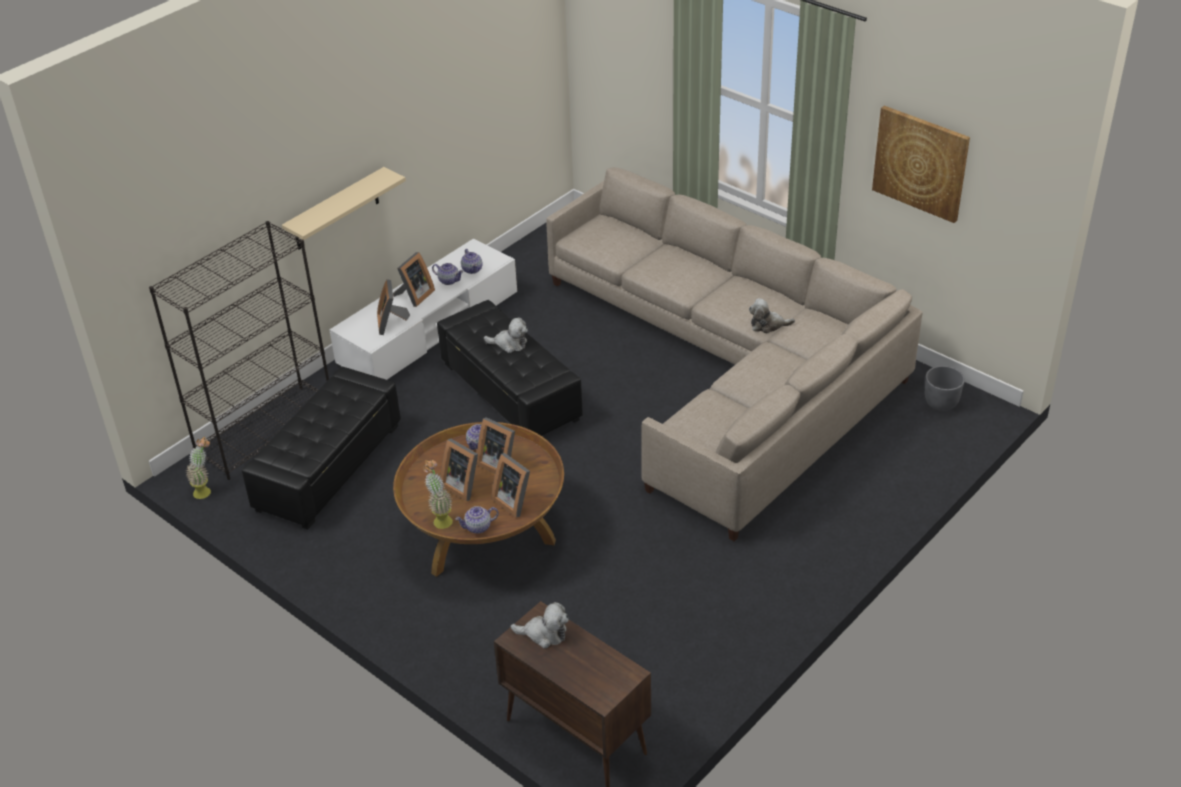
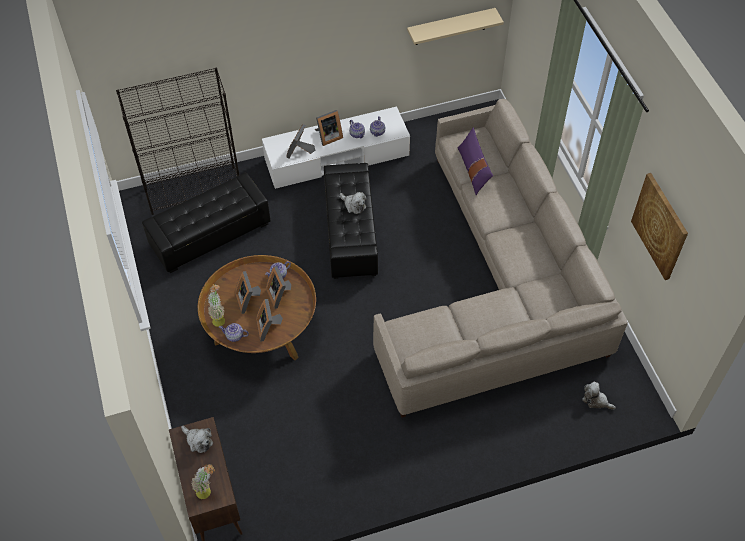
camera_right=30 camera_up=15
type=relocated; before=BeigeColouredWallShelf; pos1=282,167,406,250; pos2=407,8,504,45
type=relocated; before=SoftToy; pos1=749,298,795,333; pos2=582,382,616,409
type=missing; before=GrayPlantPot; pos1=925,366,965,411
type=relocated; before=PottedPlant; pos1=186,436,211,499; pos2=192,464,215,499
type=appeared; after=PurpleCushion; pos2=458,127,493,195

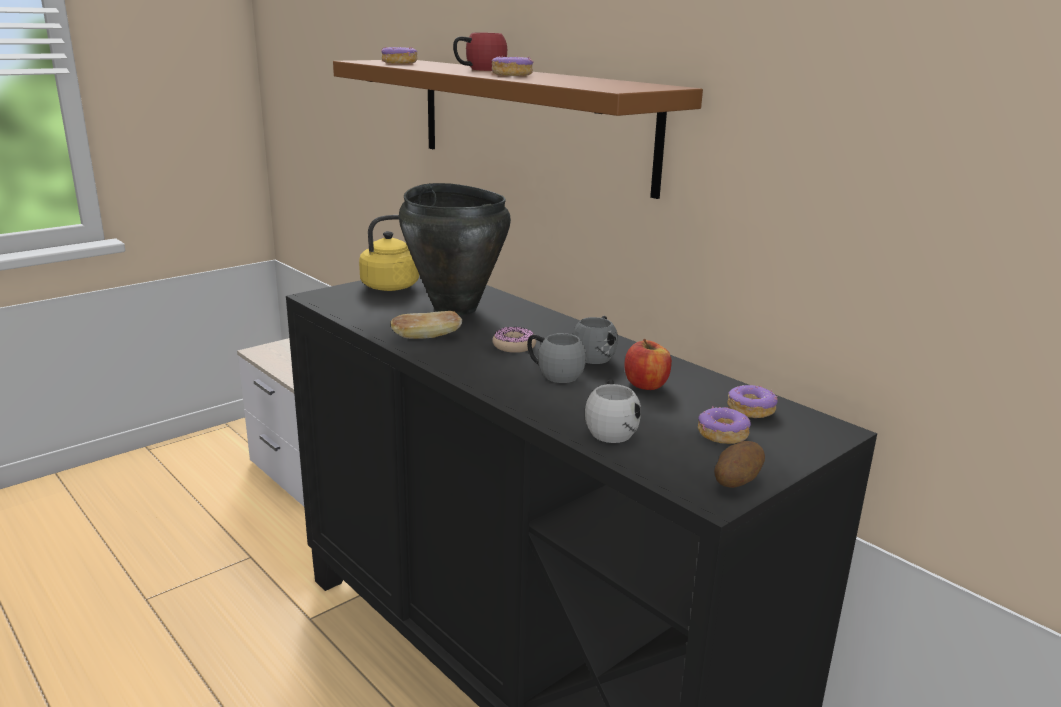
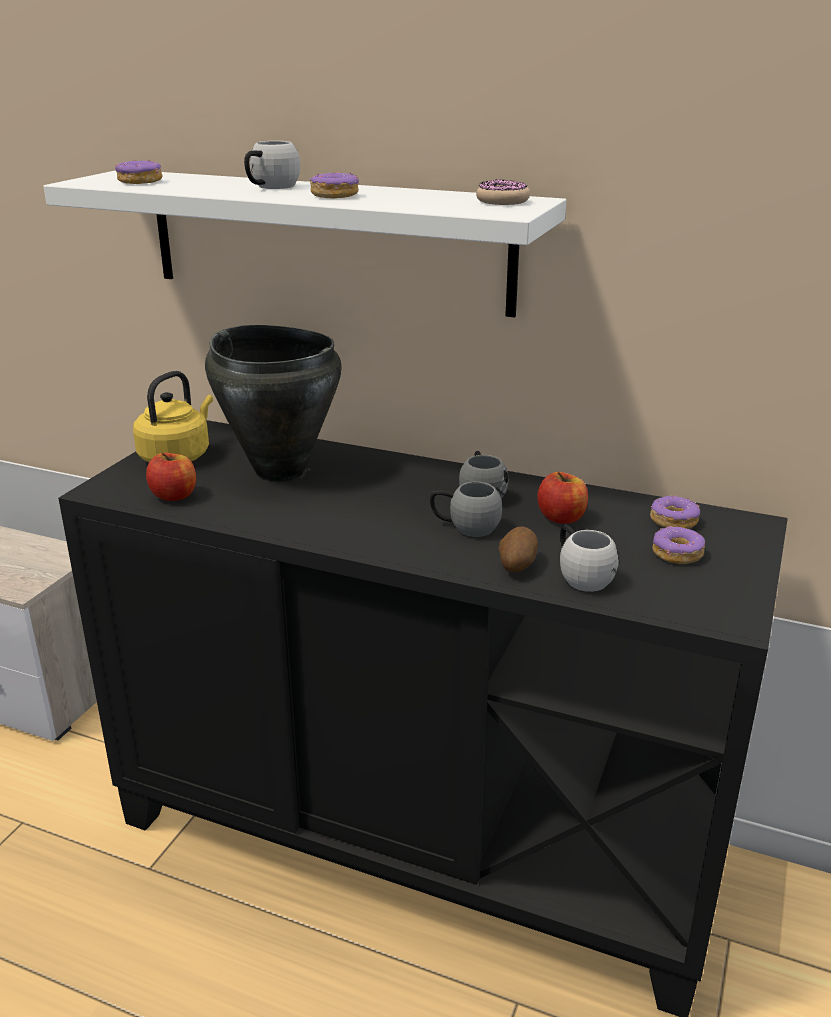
camera_right=-25 camera_up=5
type=colour; before=RedCoffeeMug; after=WhiteColouredCoffeeMug; pos1=453,32,507,71; pos2=244,141,300,189
type=colour; before=BrownColouredWallShelf; after=WhiteColouredWallShelf; pos1=333,60,703,199; pos2=44,170,566,318
type=missing; before=BakedBread; pos1=391,311,462,339
type=relocated; before=RingDoughnut; pos1=492,327,536,353; pos2=476,179,530,205
type=relocated; before=WholePotato; pos1=714,441,765,488; pos2=499,526,538,572
type=appeared; after=AppleFruit; pos2=146,452,196,501

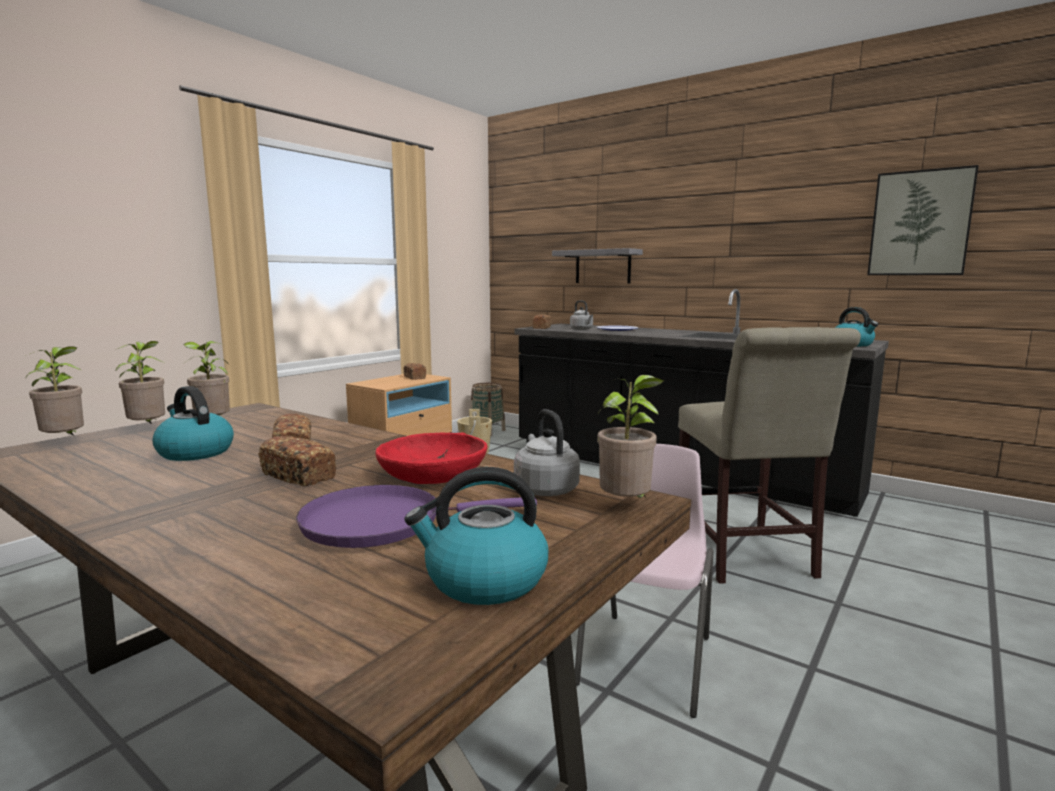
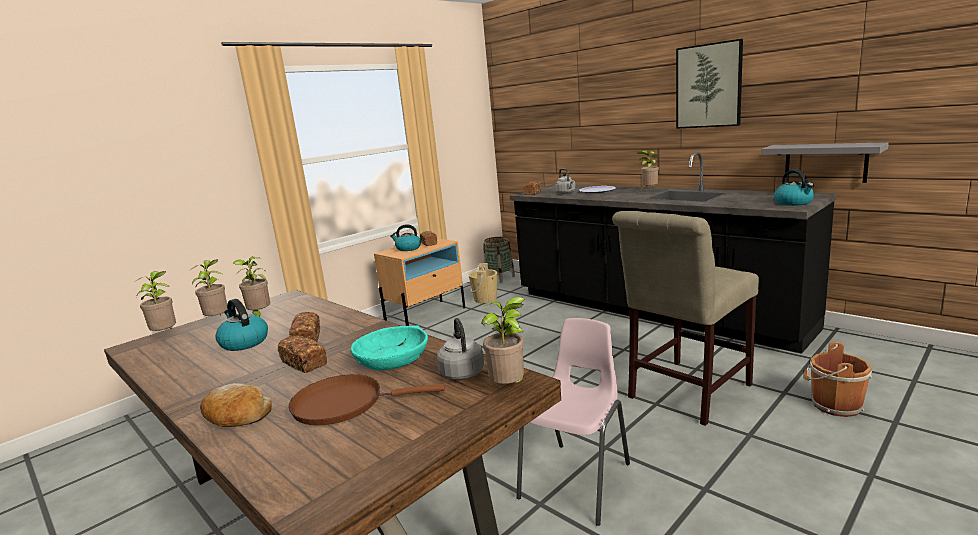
camera_right=10 camera_up=5
type=relocated; before=WallPicture; pos1=867,165,979,275; pos2=676,39,743,129
type=relocated; before=GrayWallShelf; pos1=552,248,643,283; pos2=761,142,889,183
type=spun; before=BeigeColouredPlainChair; pos1=678,327,861,584; pos2=612,211,759,426; turn=45
type=colour; before=RedDeepDish; after=TurquoiseDeepDish; pos1=376,432,488,484; pos2=351,325,428,370
type=relocated; before=WaterKettle; pos1=404,467,548,605; pos2=390,224,421,251
type=colour; before=PurpleSkillet; after=BrownColouredSkillet; pos1=296,485,537,548; pos2=288,374,445,426
type=appeared; after=PottedPlant; pos2=637,150,659,191
type=appeared; after=BrownColouredPail; pos2=804,342,872,417
type=appeared; after=BakedBread; pos2=200,383,272,427

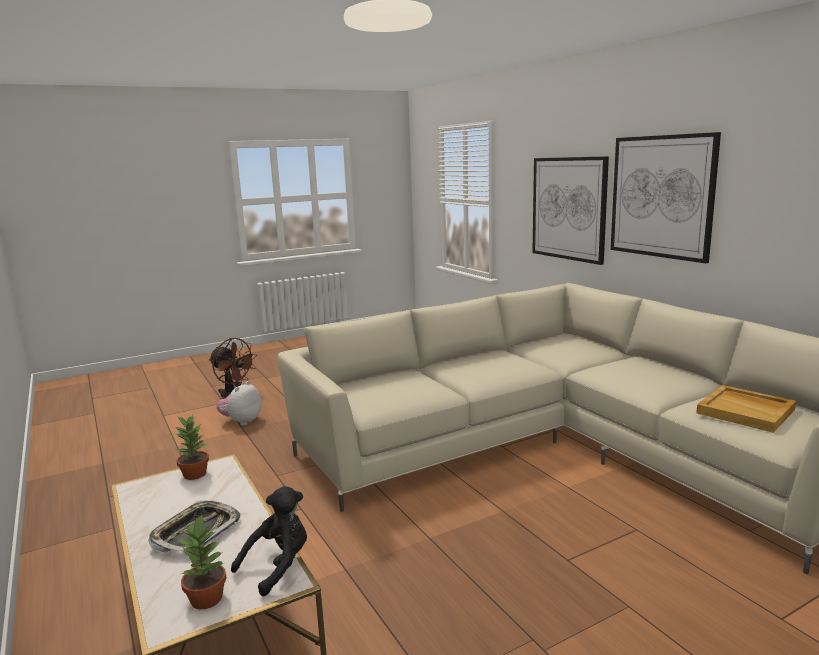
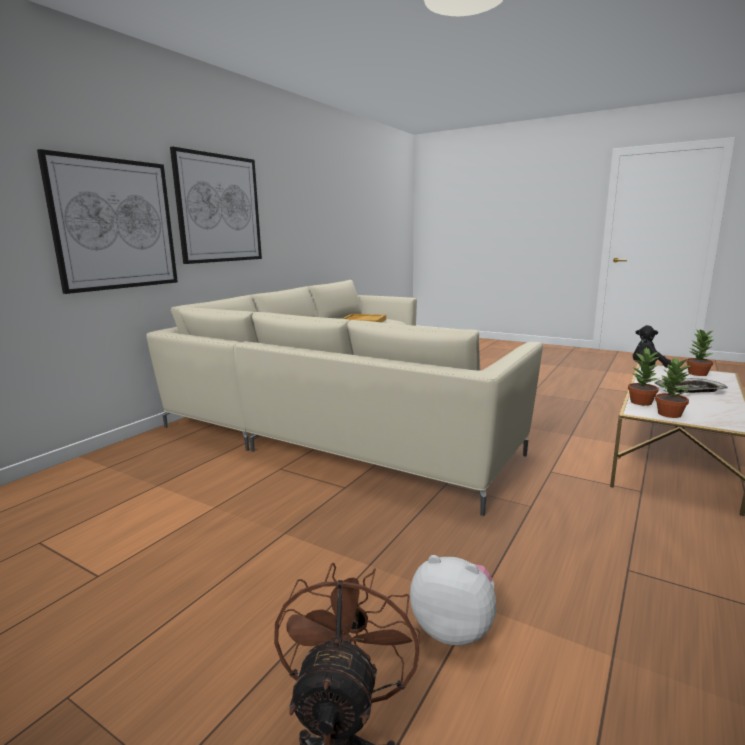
camera_right=-120 camera_up=0
type=spun; before=SoftToy; pos1=216,381,262,426; pos2=410,555,497,646; turn=-150
type=appeared; after=PottedPlant; pos2=628,346,660,406

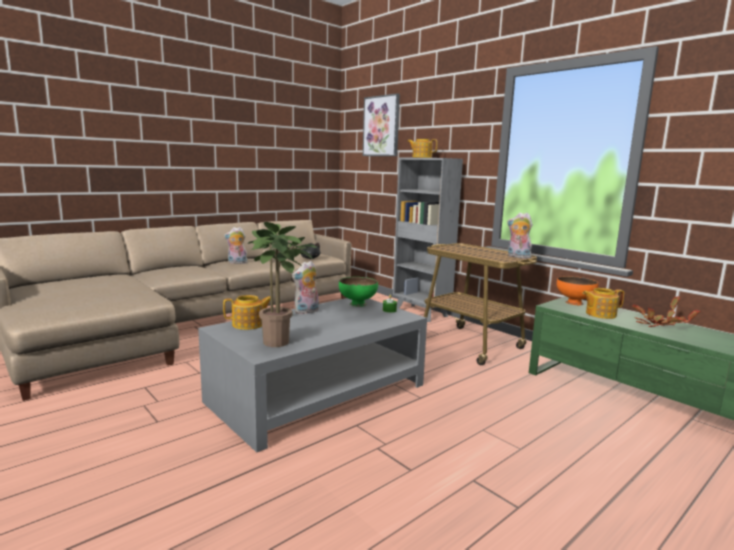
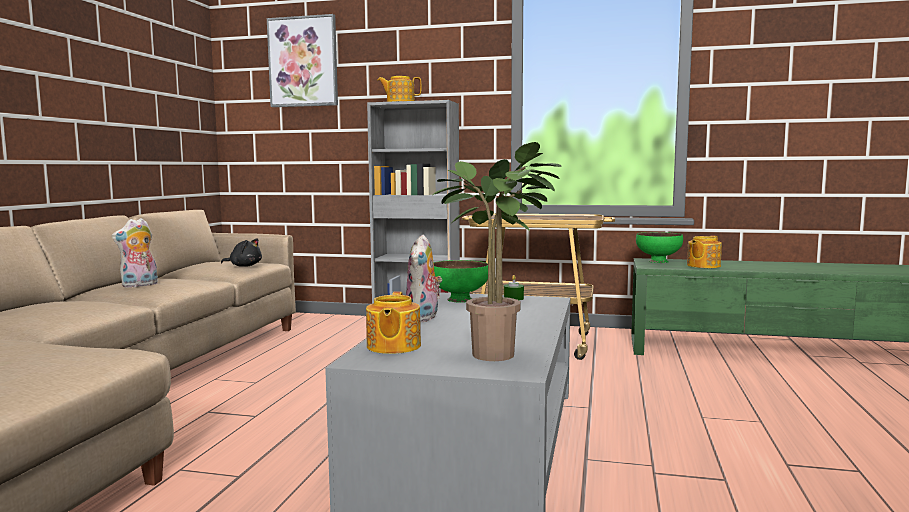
camera_right=-35 camera_up=-5
type=missing; before=SoftToy; pos1=507,212,533,259
type=colour; before=OrangeyDeepDish; after=GreenColouredDeepDish; pos1=556,276,598,305; pos2=636,232,683,263
type=spun; before=Teapot; pos1=223,295,270,330; pos2=366,292,421,354; turn=150
type=missing; before=PottedPlant; pos1=632,297,700,327

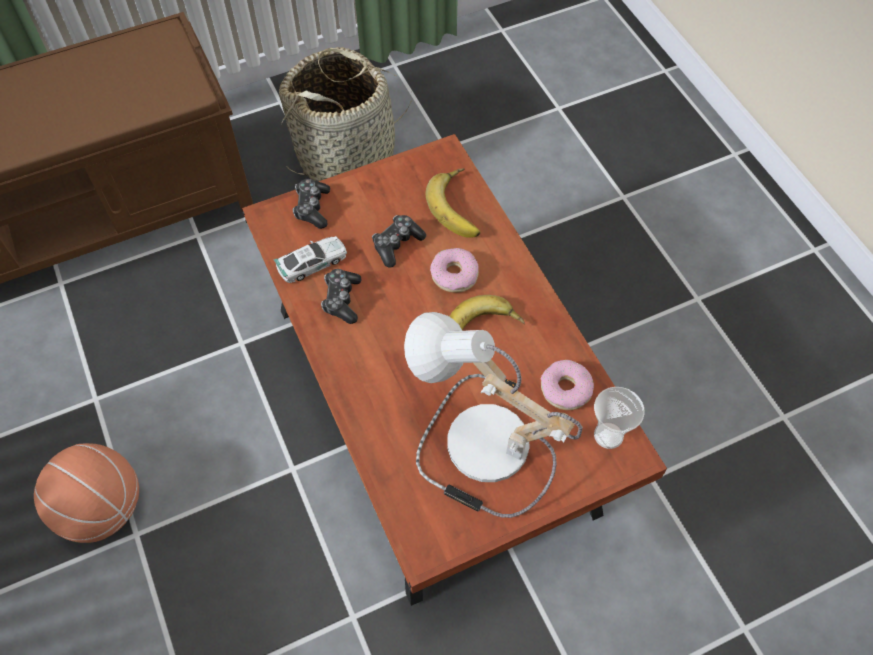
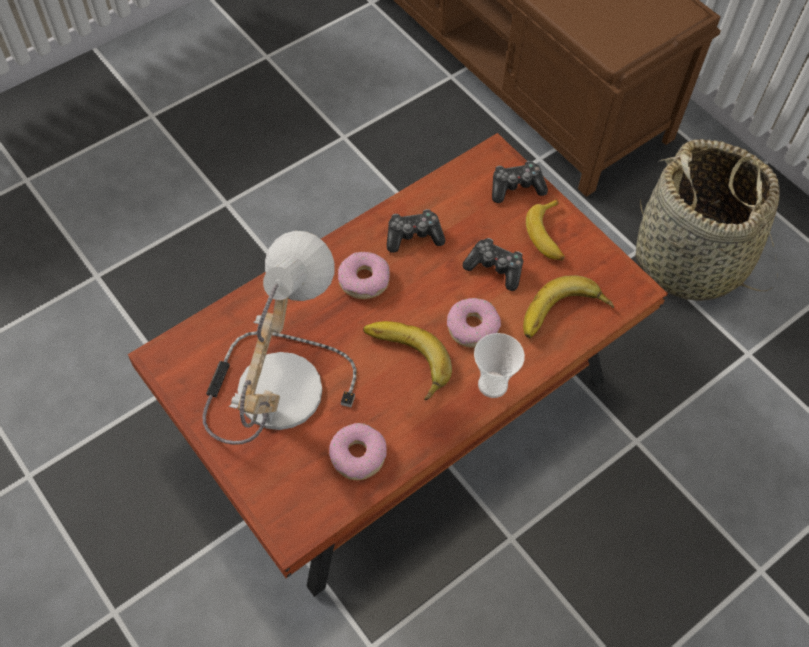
camera_right=75 camera_up=0
type=missing; before=ModelCar; pos1=273,236,347,283
type=relocated; before=SmallCup; pos1=594,387,645,449; pos2=474,333,525,398
type=missing; before=BasketballBall; pos1=34,443,139,543
type=appeared; after=BananaFruit; pos2=526,199,565,261
type=appeared; after=RingDoughnut; pos2=338,252,390,299

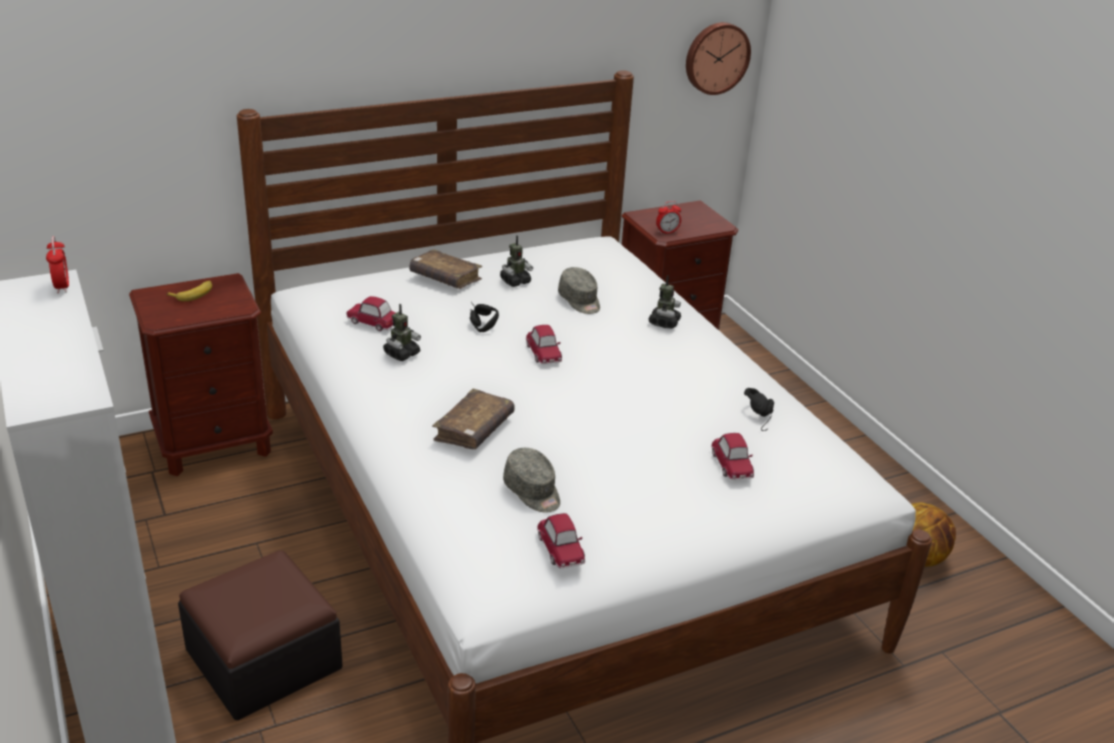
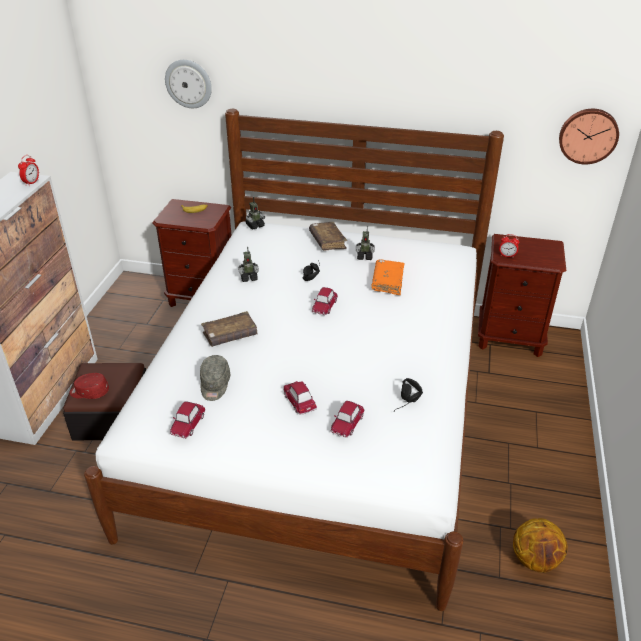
camera_right=40 camera_up=5
type=exchanged; before=GrayCap; after=OrangeyBoundBook; pos1=558,267,600,314; pos2=372,259,405,295
type=relocated; before=ToyRobot; pos1=648,275,681,328; pos2=245,197,265,229
type=relocated; before=ModelCar; pos1=346,296,396,331; pos2=283,381,317,415
type=appeared; after=WallClock; pos2=165,60,212,108
type=appeared; after=RedCap; pos2=70,373,109,399

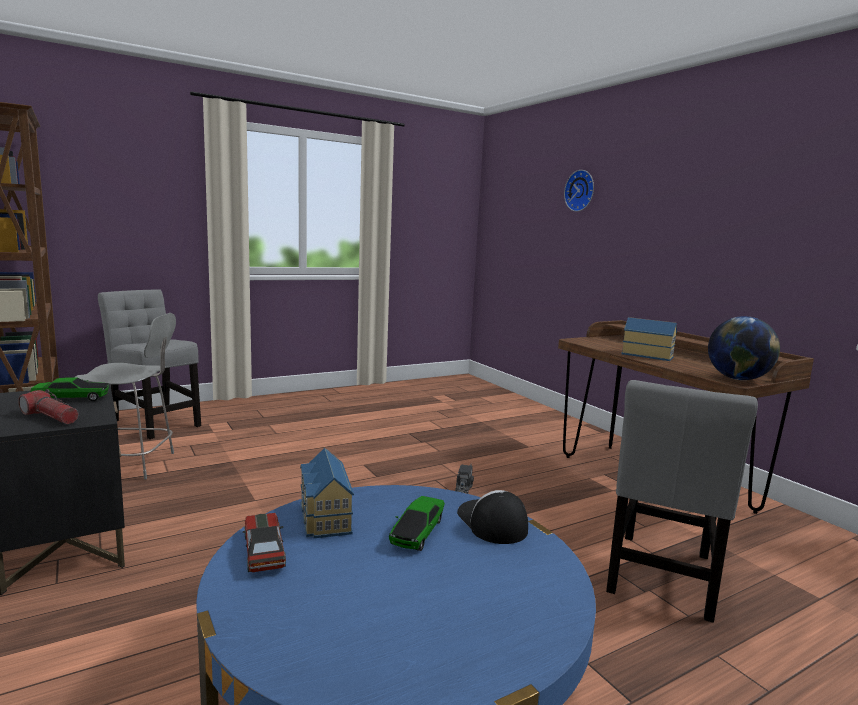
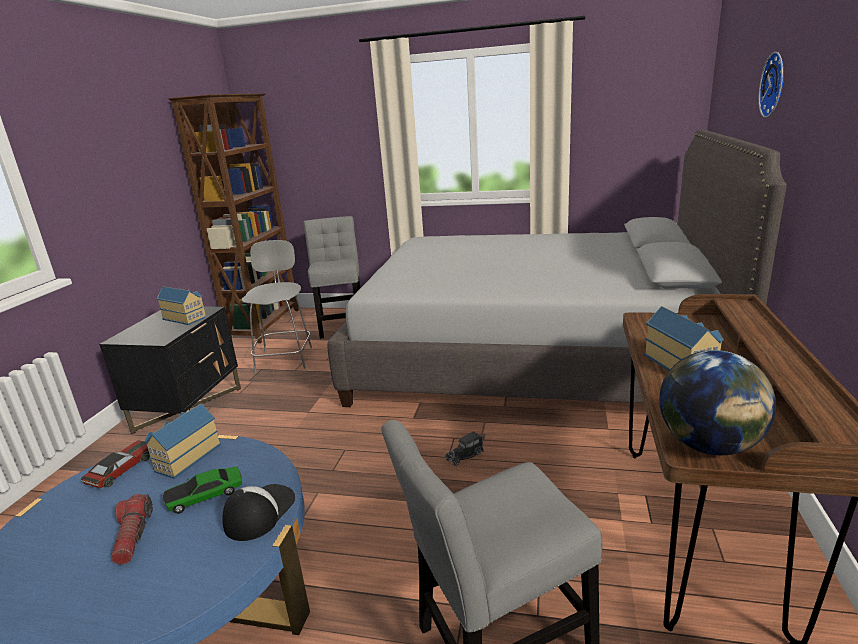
camera_right=45 camera_up=10
type=spun; before=GrayPlainChair; pos1=75,313,176,480; pos2=242,240,312,373; turn=-135
type=exchanged; before=ModelCar; after=MiniatureHouse; pos1=30,377,109,401; pos2=156,286,207,325
type=relocated; before=HandTorch; pos1=18,389,79,424; pos2=111,494,153,565
type=appeared; after=GraySleepingBed; pos2=327,130,786,407

